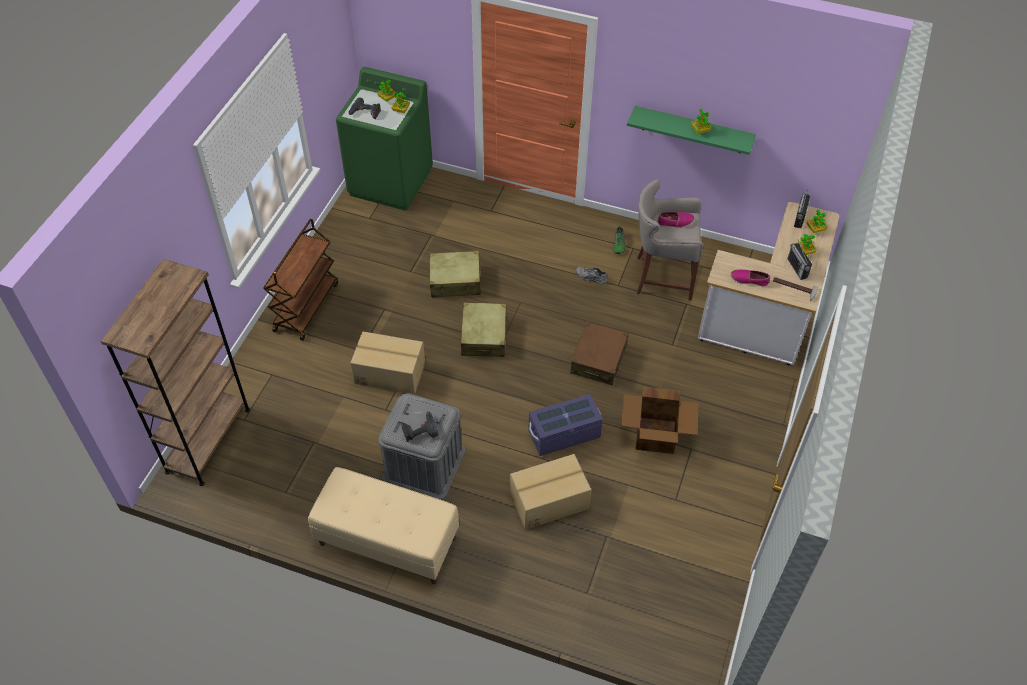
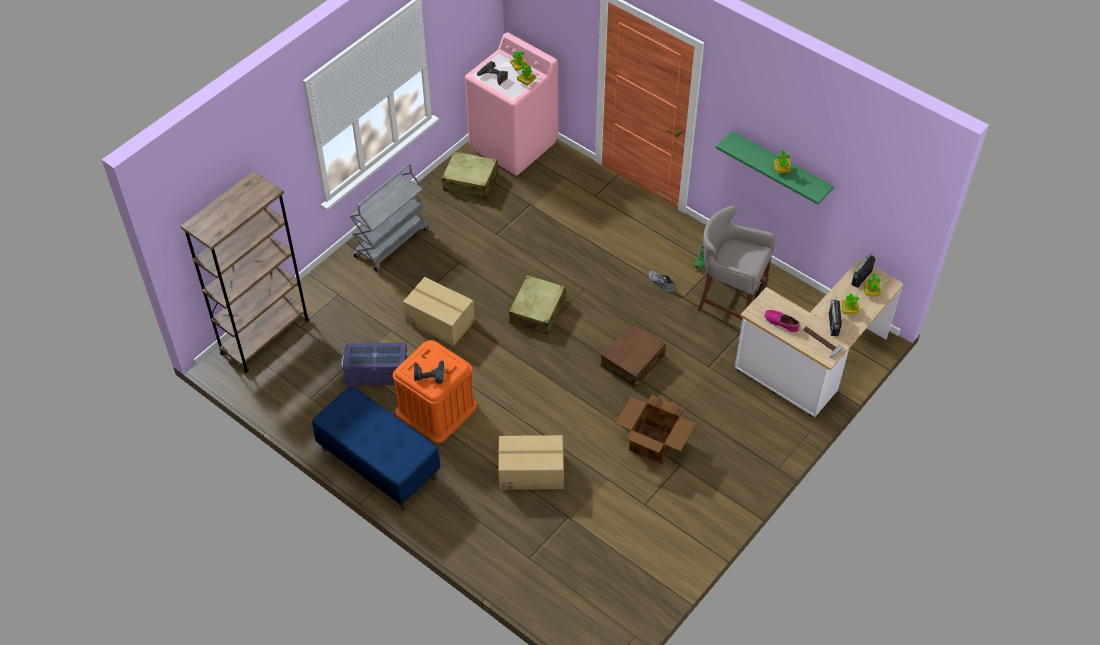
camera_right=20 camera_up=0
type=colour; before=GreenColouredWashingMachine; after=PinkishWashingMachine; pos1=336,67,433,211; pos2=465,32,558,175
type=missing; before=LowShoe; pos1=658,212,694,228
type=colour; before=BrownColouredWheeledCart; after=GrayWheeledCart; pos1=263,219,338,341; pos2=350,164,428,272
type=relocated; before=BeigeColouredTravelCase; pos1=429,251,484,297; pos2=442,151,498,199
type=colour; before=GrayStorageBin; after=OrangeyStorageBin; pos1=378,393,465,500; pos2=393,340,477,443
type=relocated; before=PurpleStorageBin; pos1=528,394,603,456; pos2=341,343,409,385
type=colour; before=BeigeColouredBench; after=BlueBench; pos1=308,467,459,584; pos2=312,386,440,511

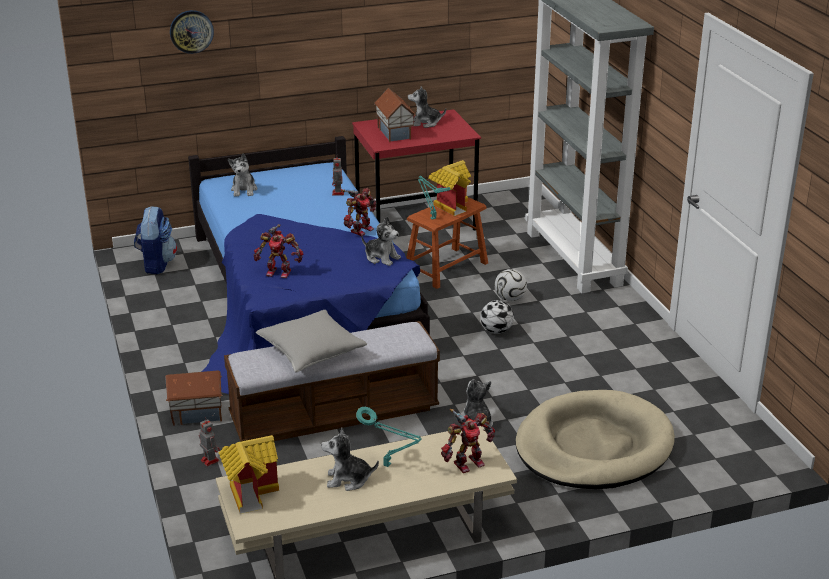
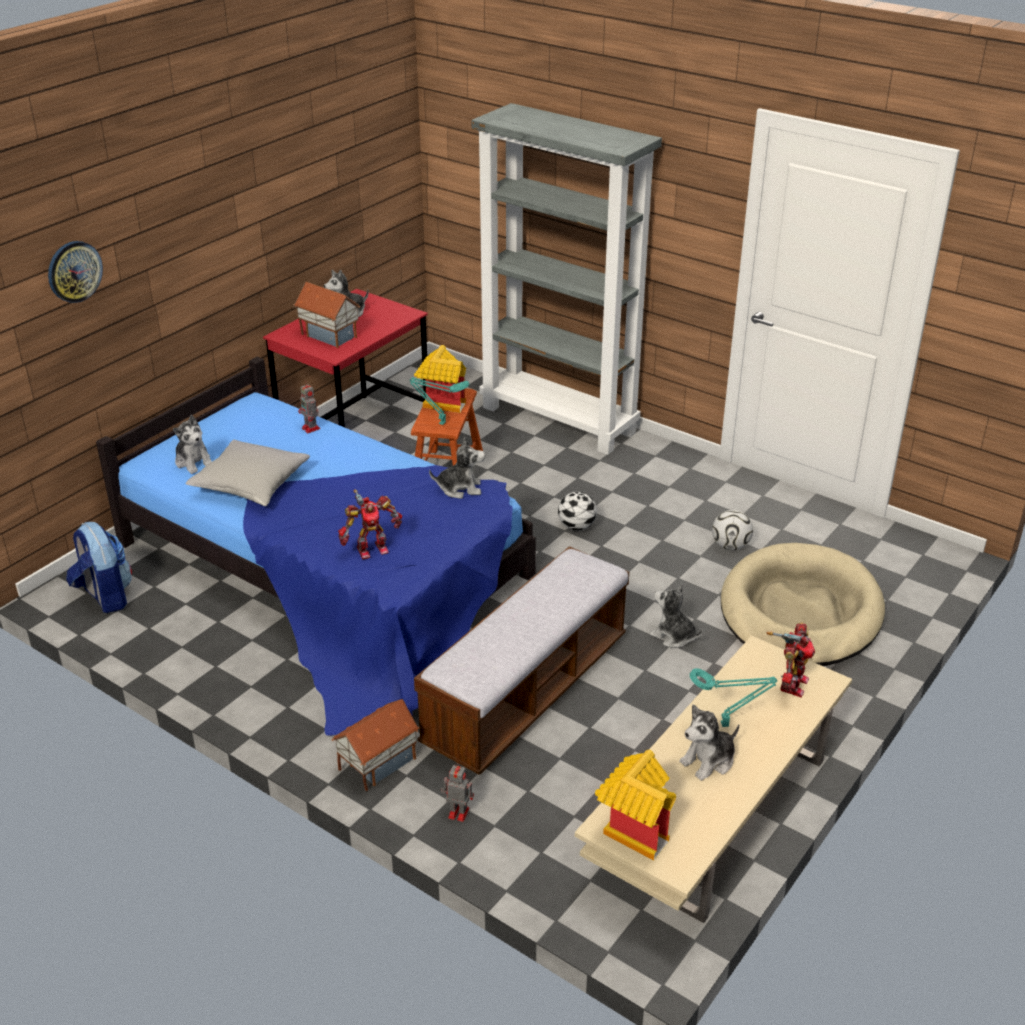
camera_right=-35 camera_up=5
type=missing; before=ToyRobot; pos1=341,188,376,236
type=relocated; before=BallForFootball; pos1=494,269,527,301; pos2=712,510,753,550
type=relocated; before=GrayCushion; pos1=256,310,367,373; pos2=186,440,310,506

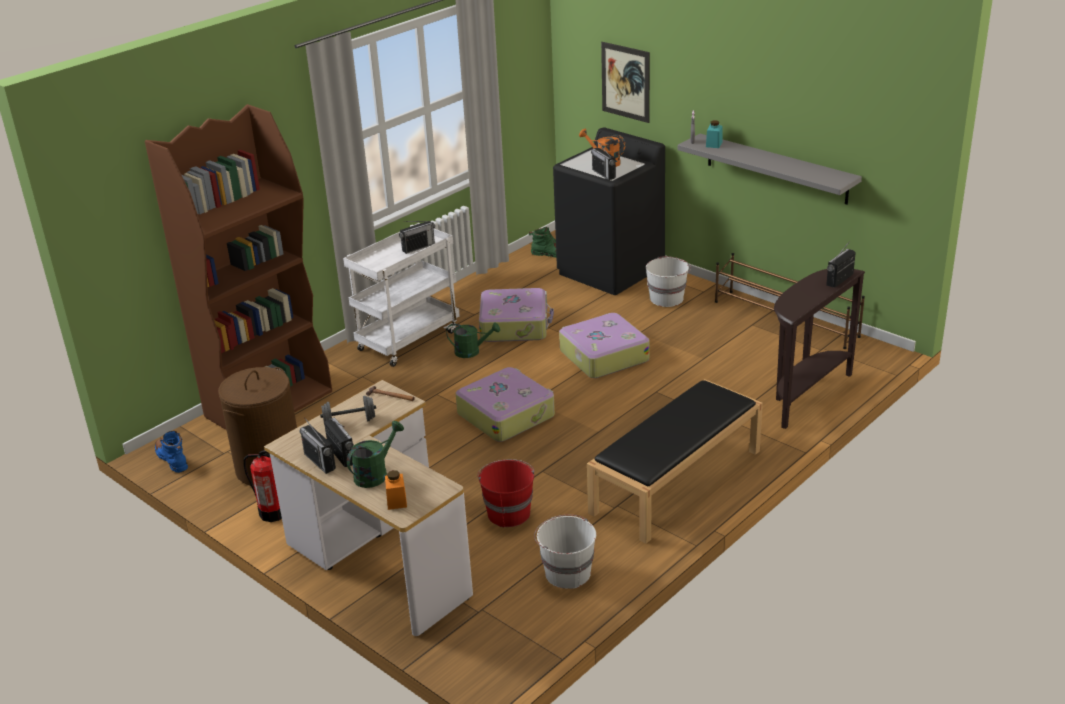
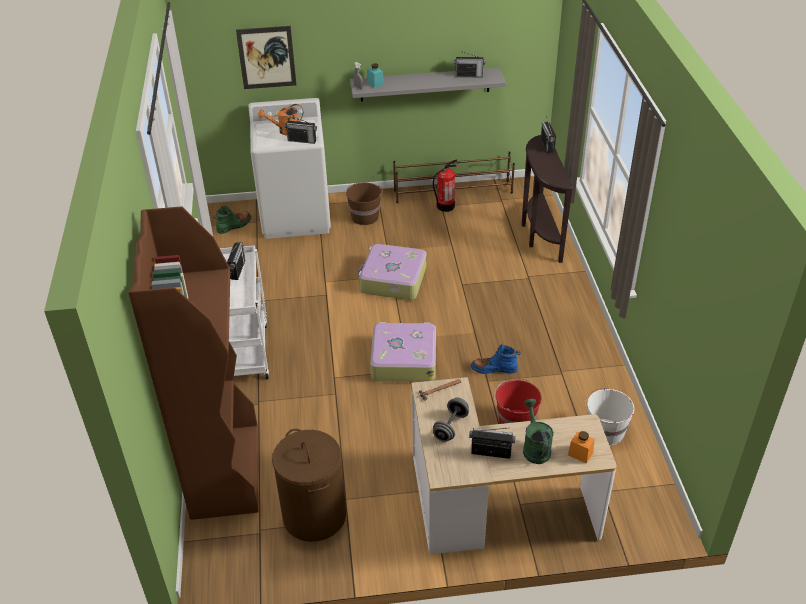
camera_right=-50 camera_up=10
type=colour; before=BlackColouredWashingMachine; after=WhiteColouredWashingMachine; pos1=553,128,665,295; pos2=249,98,331,239
type=colour; before=WhiteColouredPail; after=BrownColouredPail; pos1=646,256,691,307; pos2=346,182,383,225
type=missing; before=TravelCase; pos1=479,288,554,342
type=missing; before=GreenColouredWateringPot; pos1=446,322,500,358
type=missing; before=BlackColouredBench; pos1=587,379,763,544
type=relocated; before=RadioSet; pos1=300,417,336,474; pos2=454,51,485,77
type=relocated; before=BlueTallBoot; pos1=155,431,188,473; pos2=471,344,521,374
type=relocated; before=FireFightingCylinder; pos1=244,450,282,522; pos2=433,160,457,212

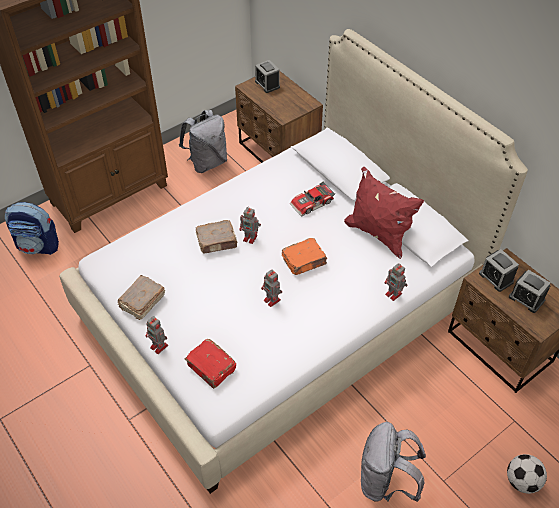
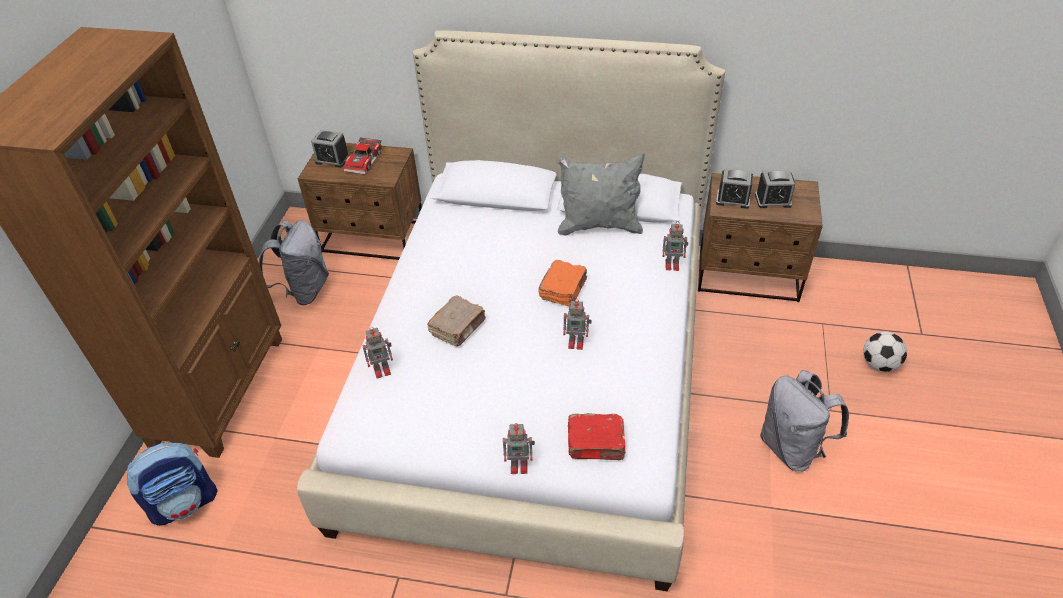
camera_right=-40 camera_up=-5
type=colour; before=RedCushion; after=GrayCushion; pos1=344,167,424,259; pos2=556,154,645,236
type=relocated; before=ModelCar; pos1=290,181,335,217; pos2=344,137,382,175
type=relocated; before=ToyRobot; pos1=239,207,261,244; pos2=362,327,393,379
type=missing; before=BrownColouredBoundBook; pos1=118,275,165,320

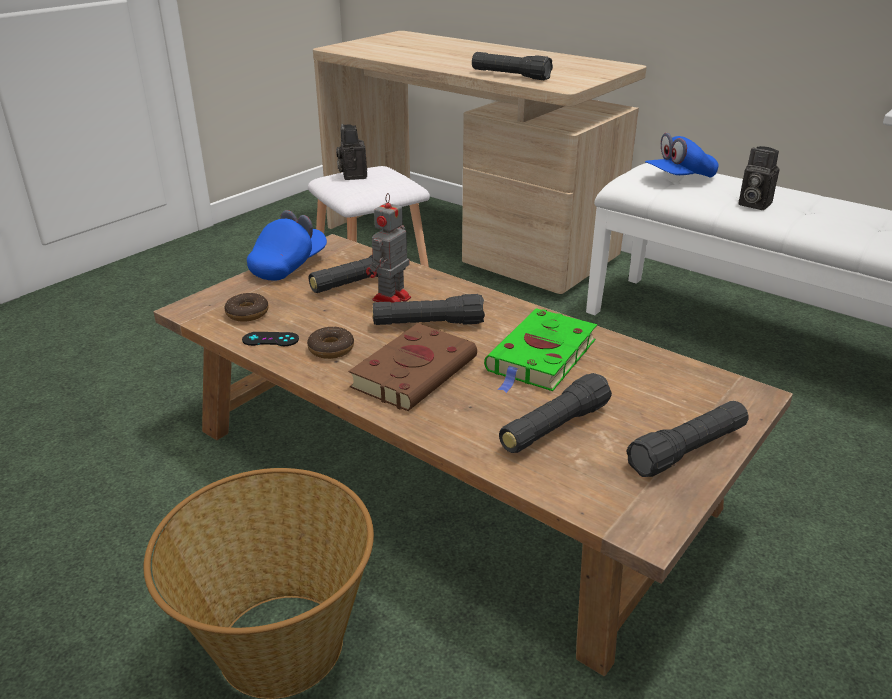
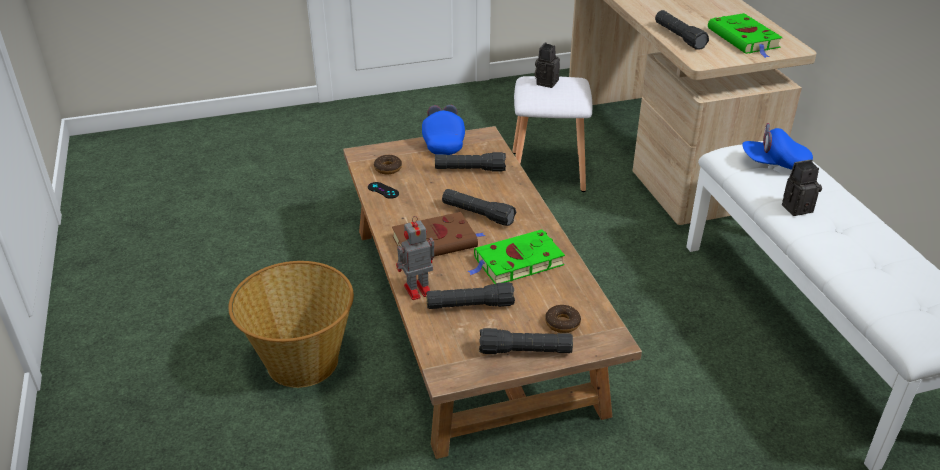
camera_right=35 camera_up=5
type=spun; before=PhotoCamera; pos1=738,146,780,210; pos2=782,159,822,216; turn=90
type=relocated; before=ToyRobot; pos1=366,193,411,302; pos2=396,216,434,300
type=spun; before=BlueCap; pos1=247,210,327,281; pos2=422,105,465,155; turn=-75
type=relocated; before=RingDoughnut; pos1=307,326,354,359; pos2=545,305,581,333
type=appeared; after=GreenColouredBoundBook; pos2=708,13,783,58

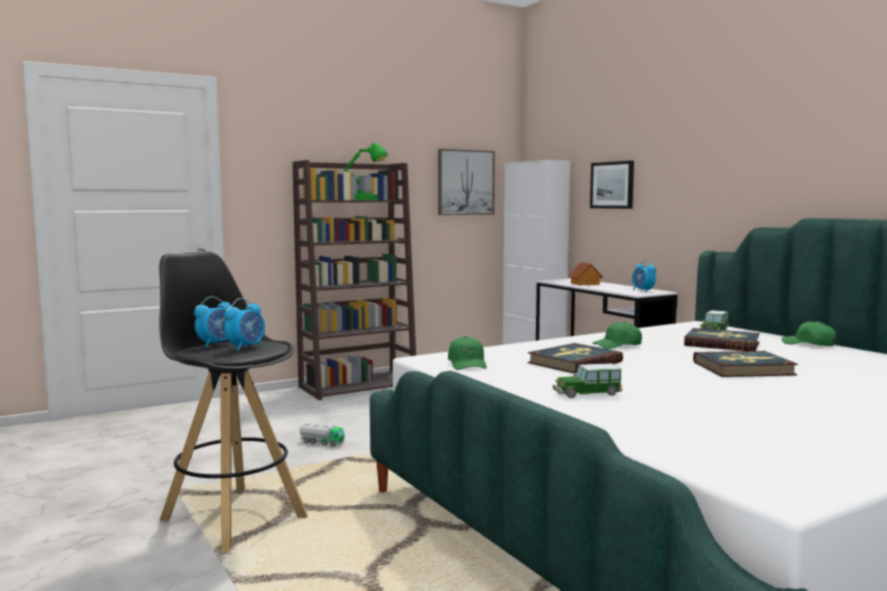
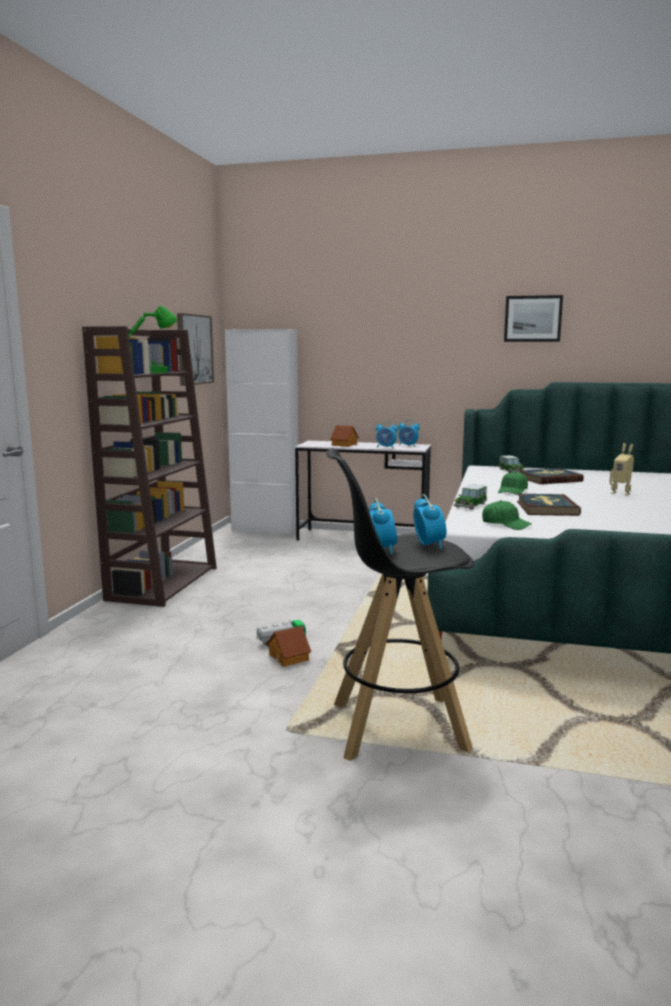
camera_right=-45 camera_up=5
type=relocated; before=WallPicture; pos1=590,161,634,209; pos2=504,295,563,342
type=missing; before=GreenColouredCap; pos1=782,321,836,346
type=exchanged; before=BoundBook; after=ToyRobot; pos1=693,351,798,377; pos2=610,443,634,496
type=relocated; before=ModelCar; pos1=553,363,622,398; pos2=454,484,487,510
type=appeared; after=AlarmClock; pos2=376,421,398,448
type=appeared; after=MiniatureHouse; pos2=266,626,311,667

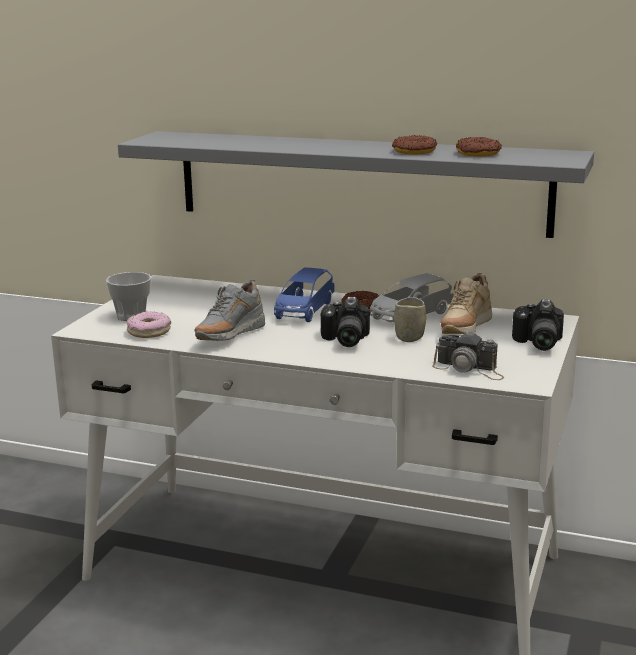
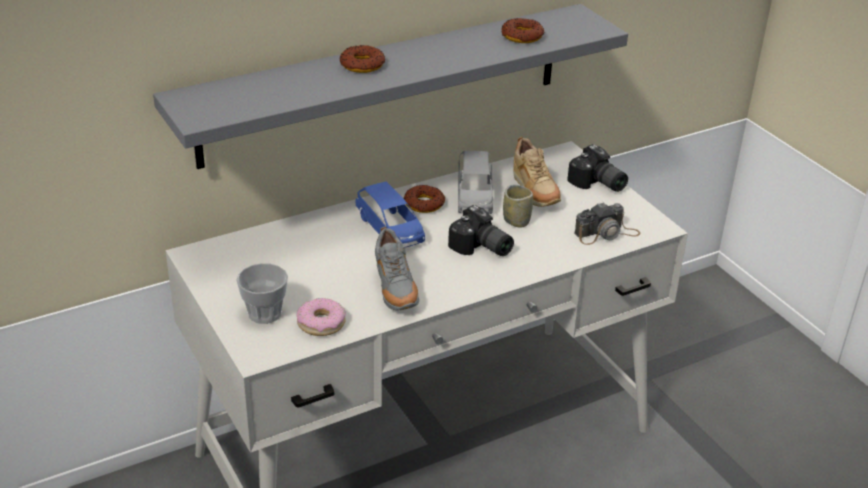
camera_right=-50 camera_up=15
type=relocated; before=RingDoughnut; pos1=392,135,437,154; pos2=340,45,385,73

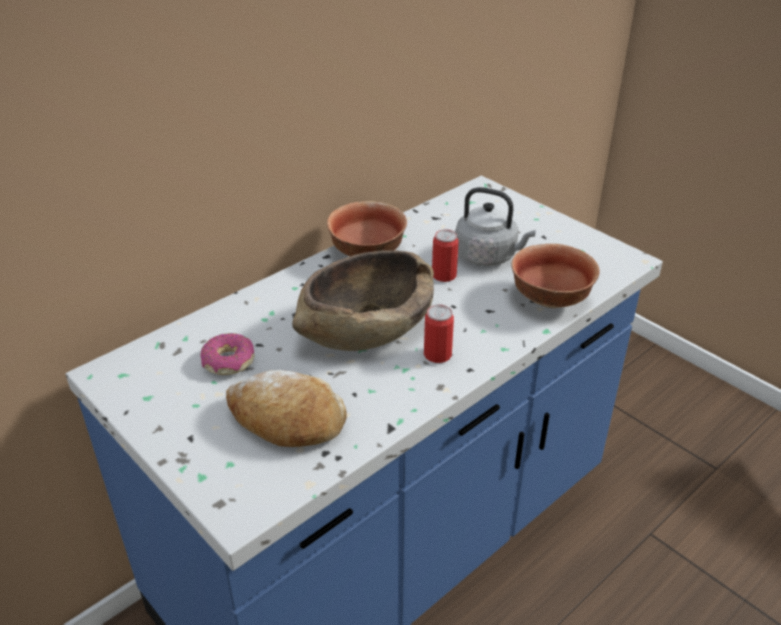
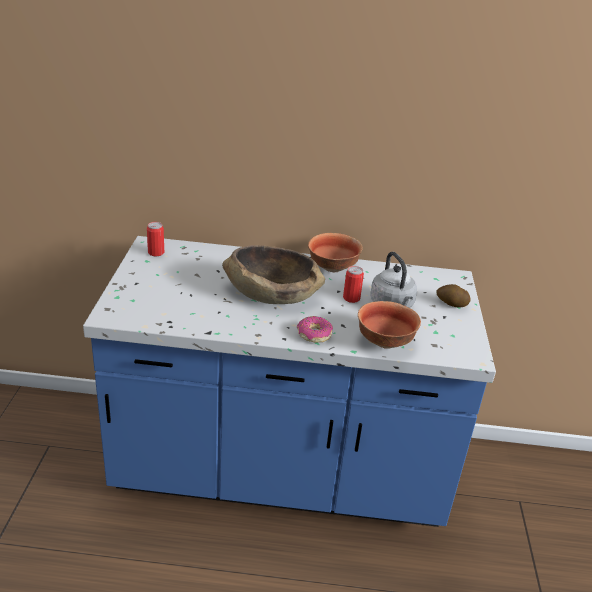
camera_right=45 camera_up=-5
type=relocated; before=Can; pos1=424,304,454,363; pos2=147,222,164,256
type=relocated; before=RingDoughnut; pos1=201,333,255,375; pos2=297,316,333,342
type=missing; before=BakedBread; pos1=226,370,347,447
type=appeared; after=WholePotato; pos2=436,284,471,308

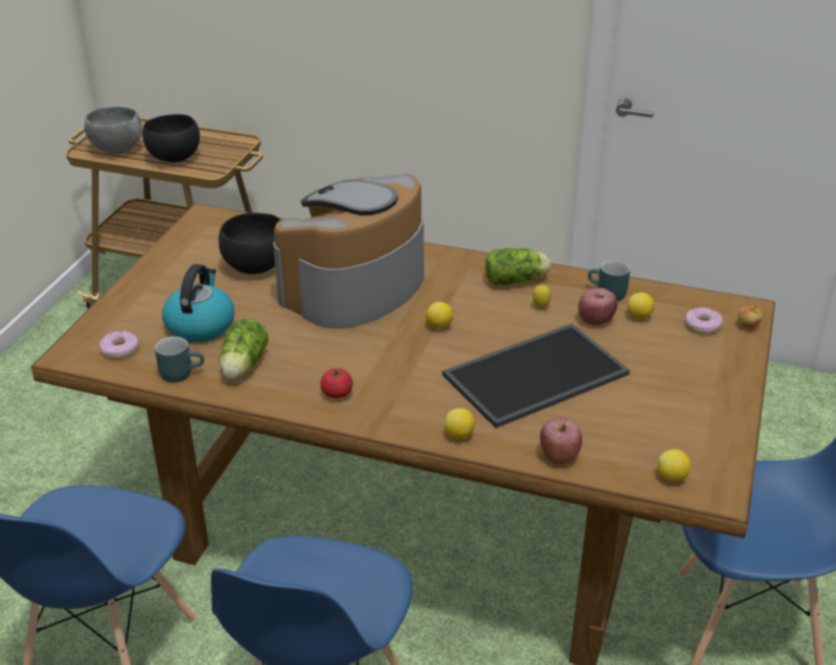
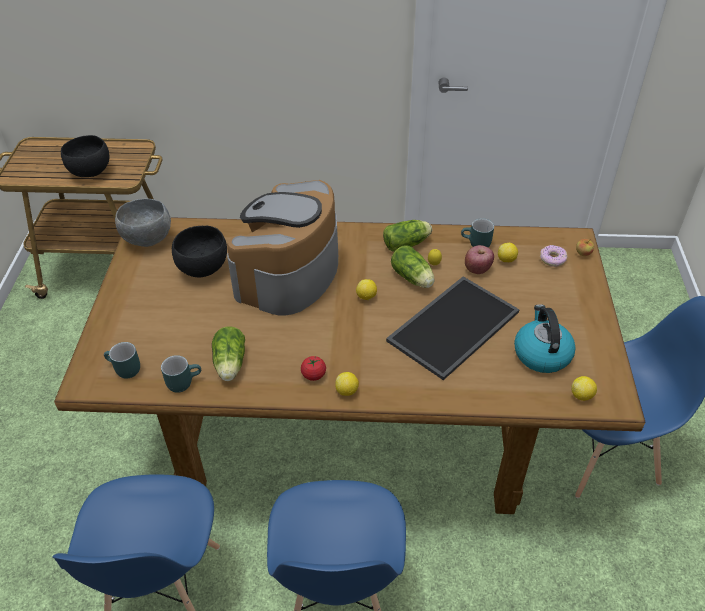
camera_right=-15 camera_up=10
type=relocated; before=GrayDeepDish; pos1=84,106,142,154; pos2=115,199,171,247
type=relocated; before=WaterKettle; pos1=162,264,234,342; pos2=514,304,576,373
type=exchanged; before=RingDoughnut; after=TurquoiseCoffeeMug; pos1=99,331,139,359; pos2=104,342,140,378
type=relocated; before=WholeLemon; pos1=444,408,475,439; pos2=335,372,359,396
type=missing; before=AppleFruit; pos1=540,417,582,465
type=appeared; after=LettuceHead; pos2=391,246,435,288

